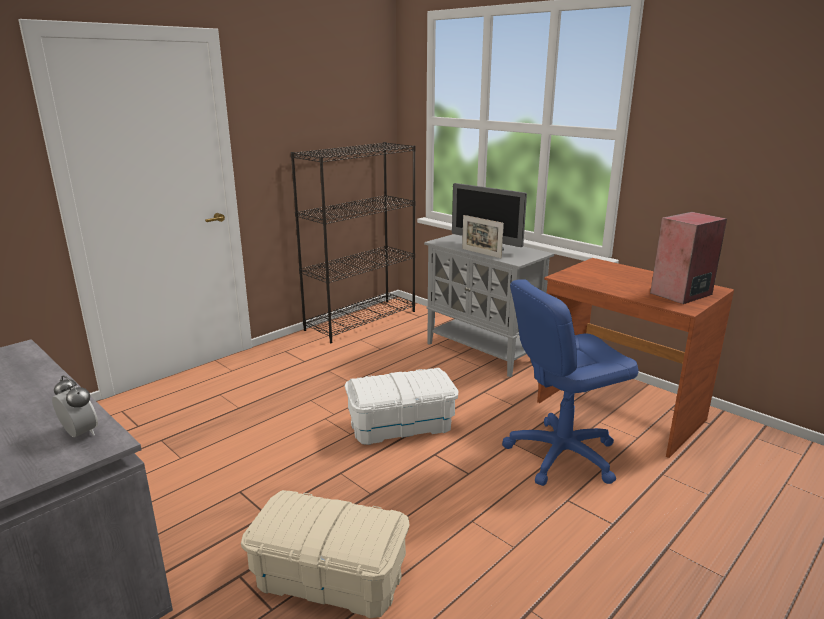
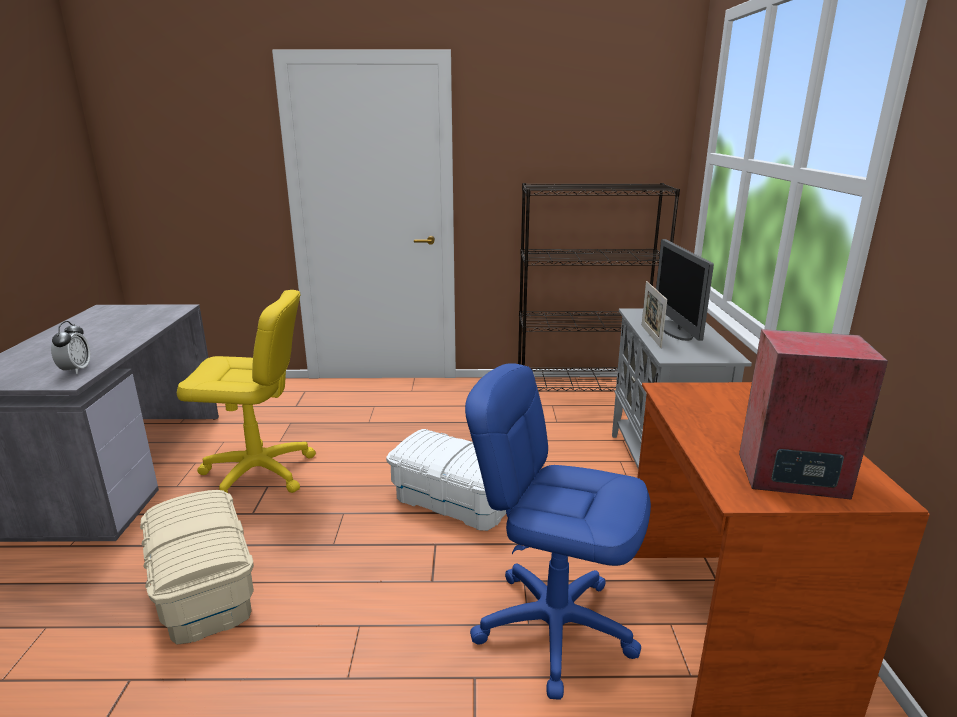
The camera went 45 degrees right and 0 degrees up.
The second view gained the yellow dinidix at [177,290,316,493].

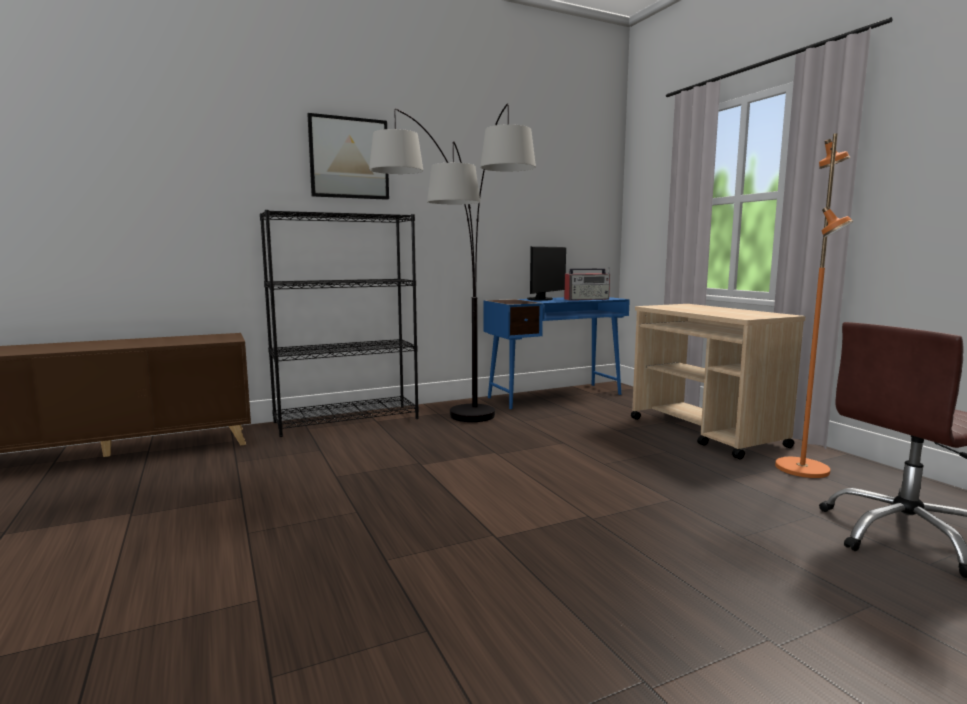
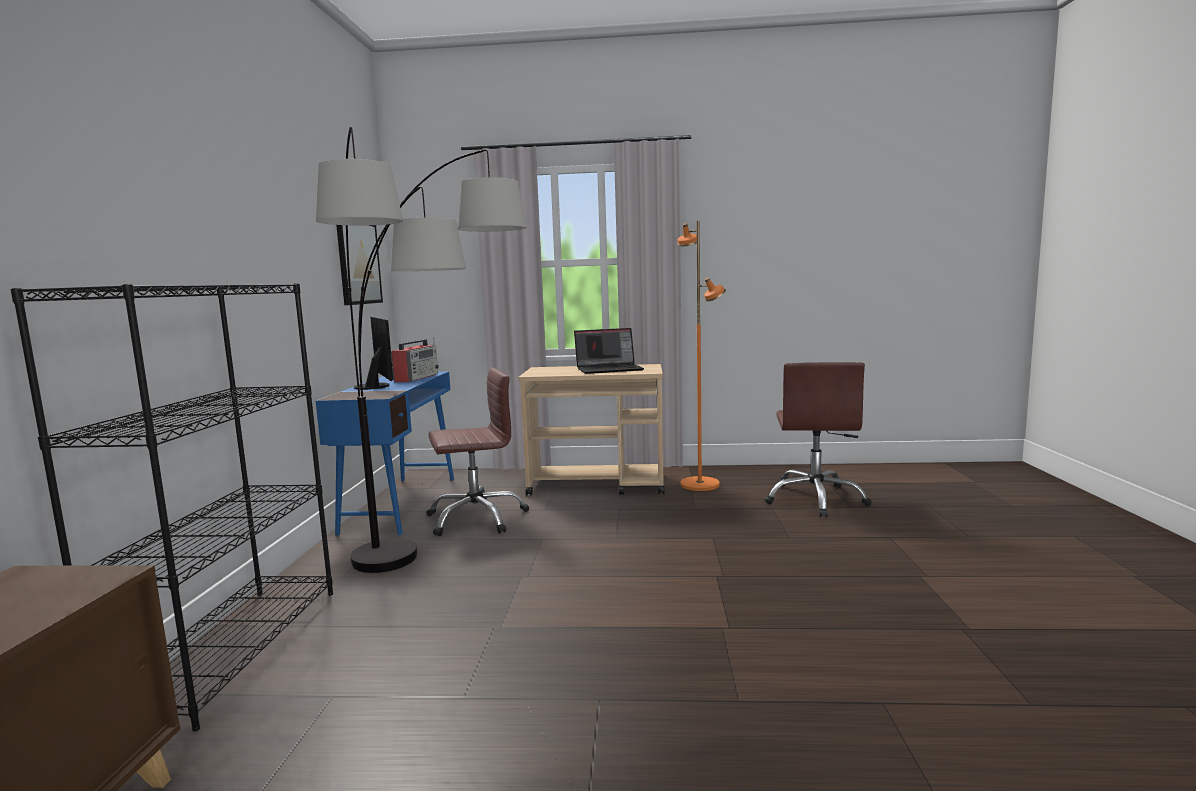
The camera went 60 degrees left and 0 degrees up.
The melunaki ended up elsewhere, having gone from [308,113,389,200] to [336,225,383,305].
The second view gained the brown dinidix at [426,368,529,536].
The second view gained the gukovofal at [574,328,644,374].

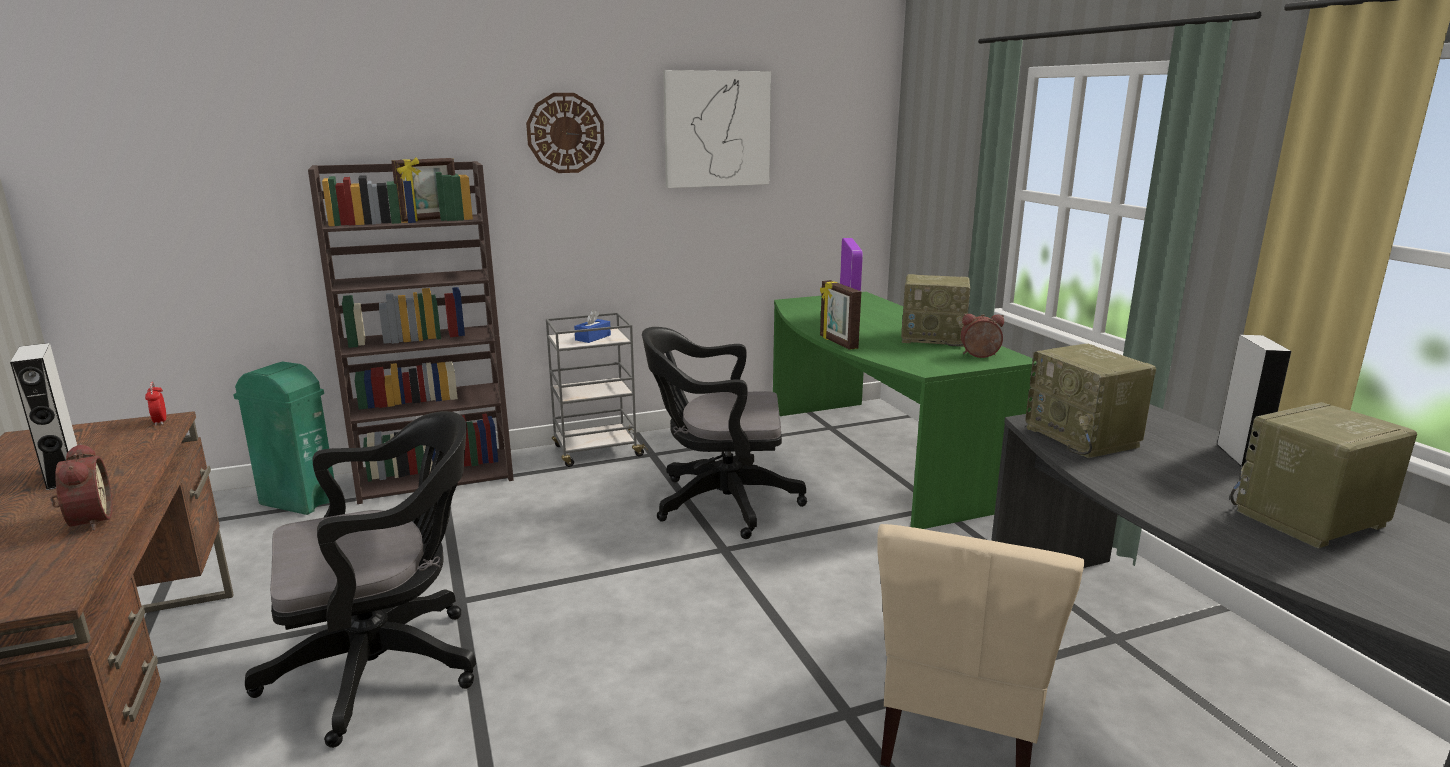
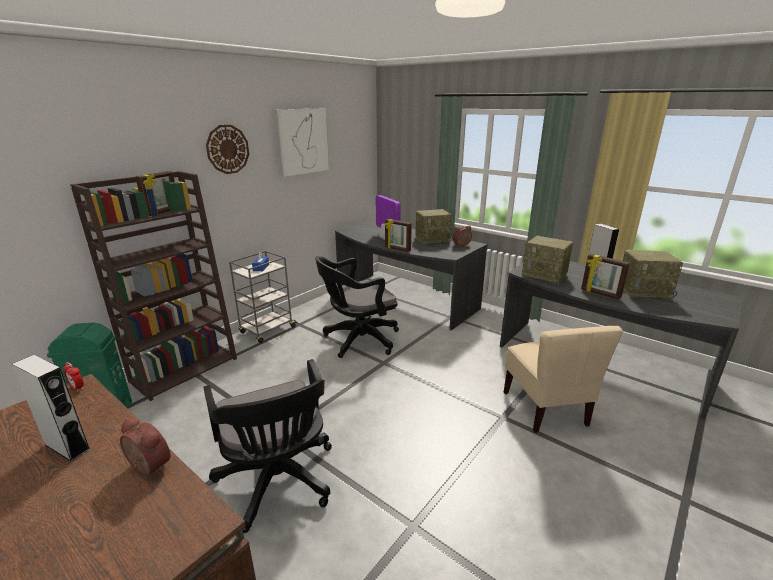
The camera went 30 degrees left and 5 degrees up.
The black dinidix at [245,411,476,748] ended up facing another way, 120 degrees clockwise from before.
What was the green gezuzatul at [773,292,1037,529] turned into the grey gezuzatul at [335,220,487,330].
The second view gained the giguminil at [581,254,630,300].
The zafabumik at [1230,402,1417,549] ended up facing another way, 120 degrees counterclockwise from before.

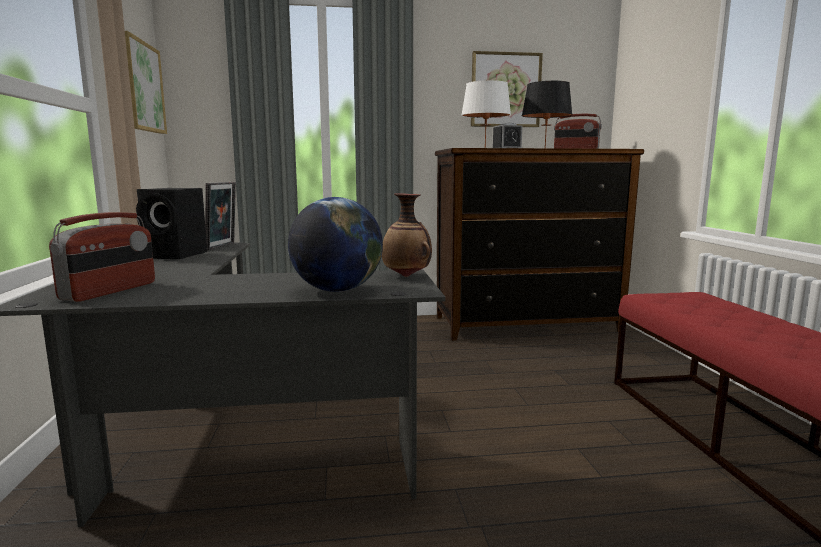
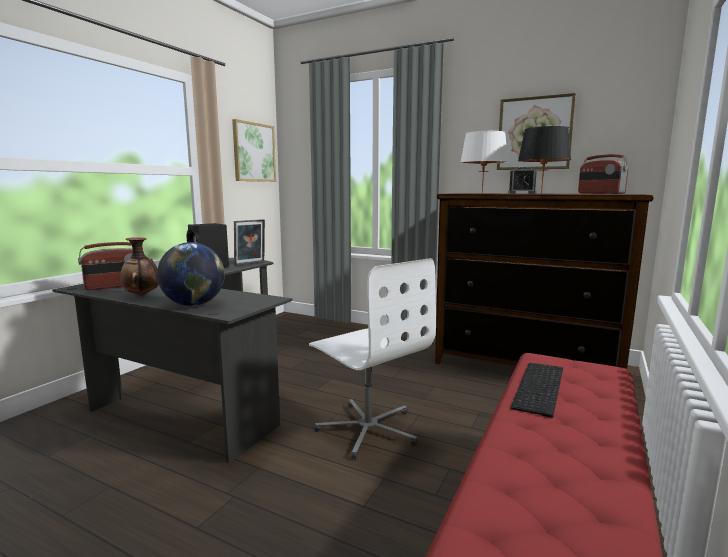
The camera went 35 degrees right and 0 degrees up.
The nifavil ended up elsewhere, having gone from [382,193,432,277] to [120,237,159,296].
The second view gained the white dinidix at [309,258,436,459].
The second view gained the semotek at [511,363,563,418].

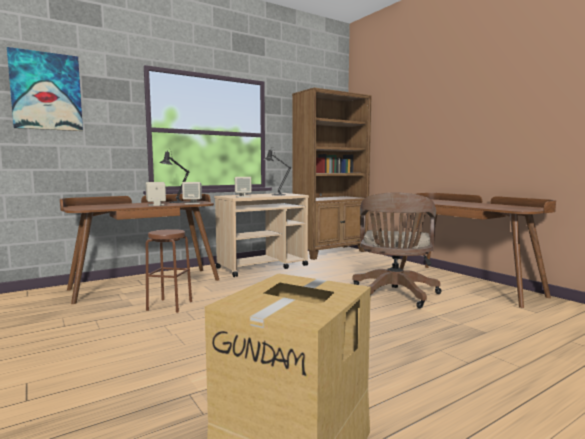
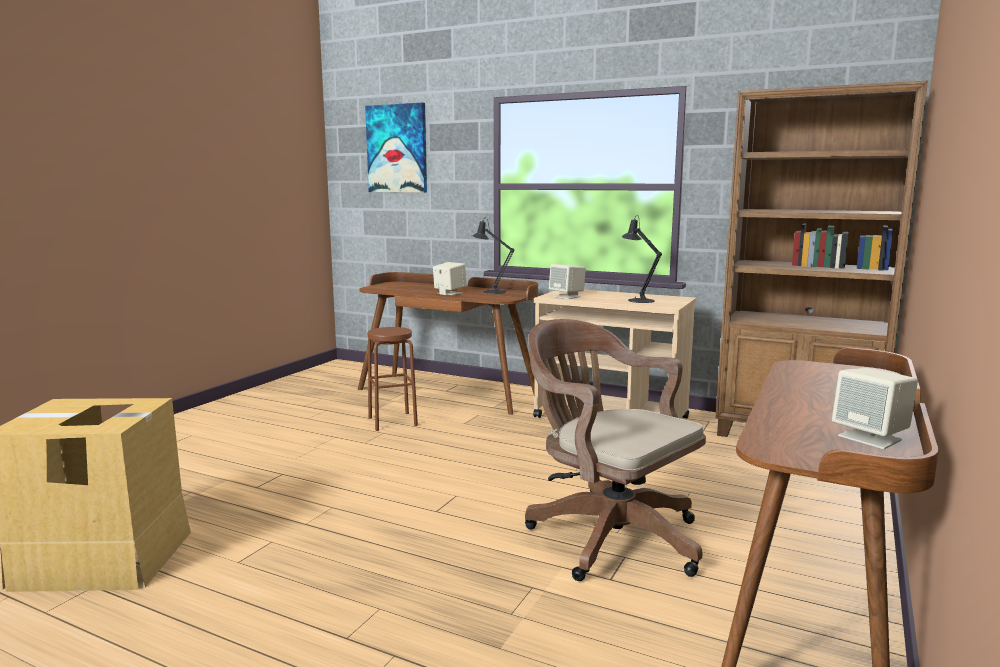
The camera went 60 degrees right and 5 degrees up.
The brown dinidix at [352,192,442,308] ended up facing another way, 60 degrees clockwise from before.
The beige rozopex ended up elsewhere, having gone from [182,182,202,204] to [832,368,918,449].

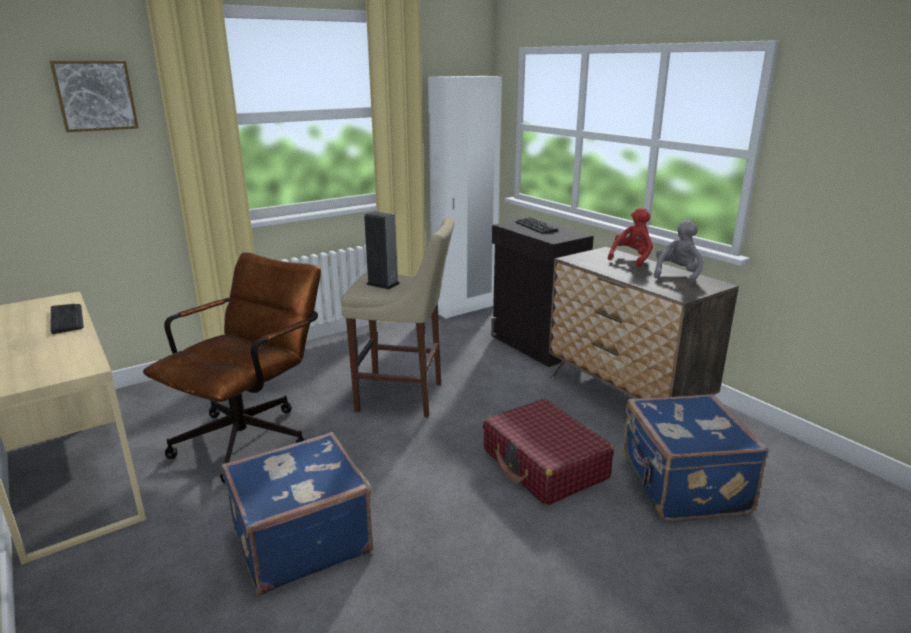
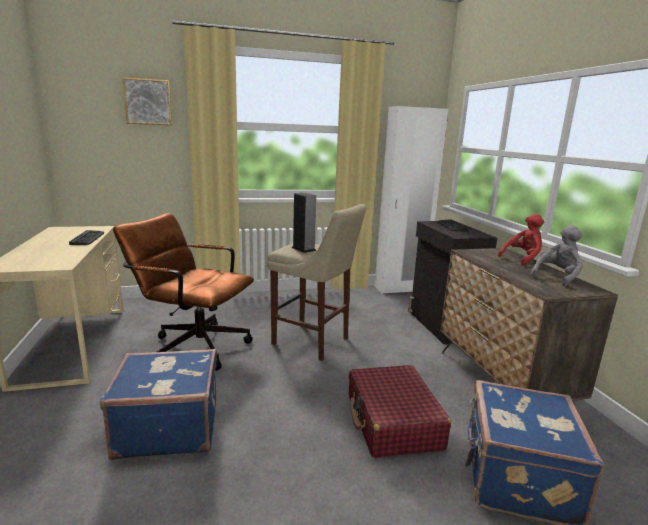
The camera went 20 degrees right and 5 degrees down.
The brown dinidix at [143,252,321,484] ended up facing another way, 120 degrees counterclockwise from before.

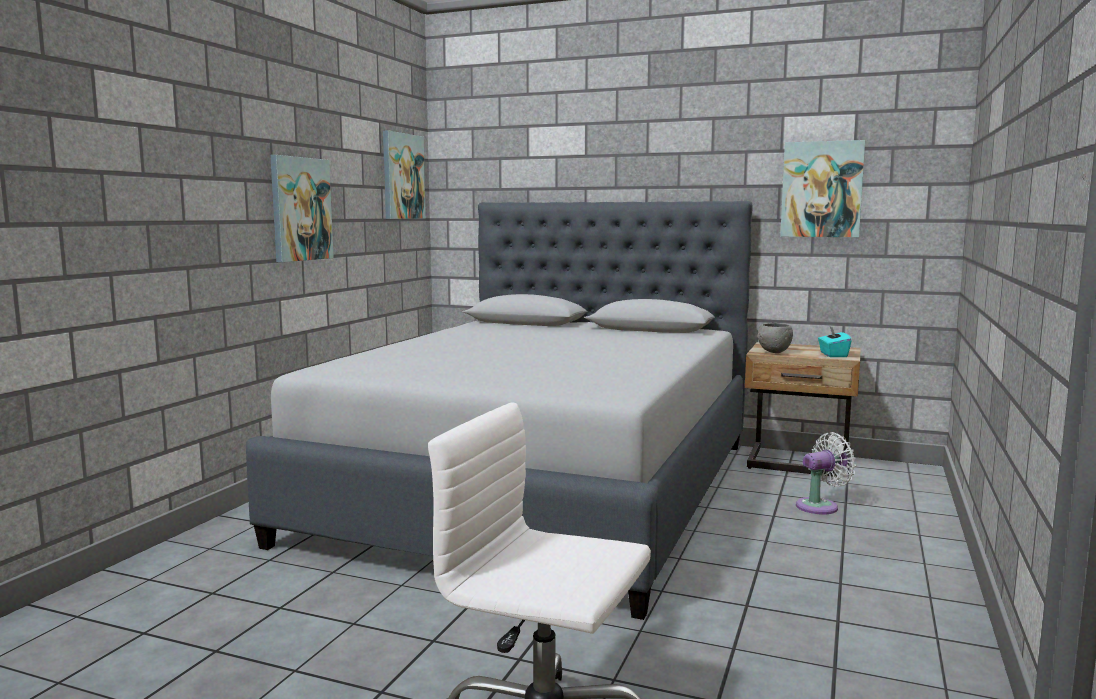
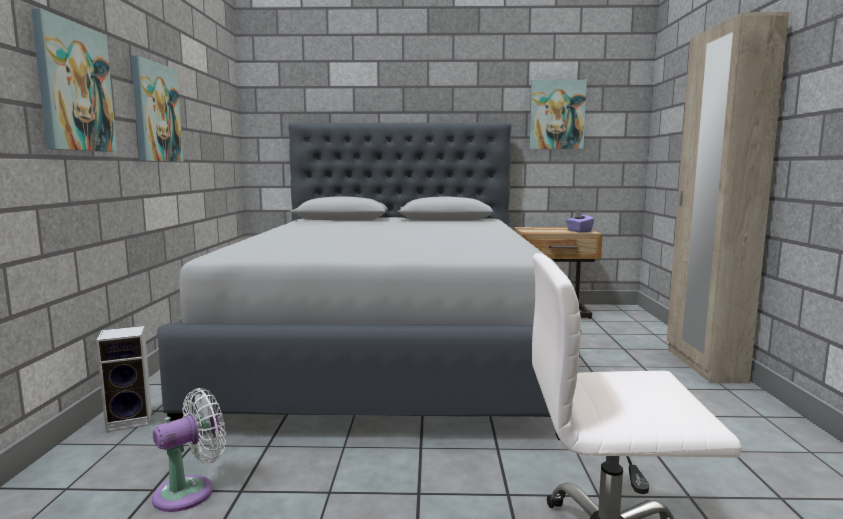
The camera went 20 degrees left and 0 degrees up.
The melunaki ended up elsewhere, having gone from [383,130,426,219] to [31,8,117,152].
The second view gained the rozopex at [96,326,152,432].
The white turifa ended up elsewhere, having gone from [796,432,856,514] to [152,388,226,512].
What was the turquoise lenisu at [818,326,852,357] turned into the purple lenisu at [566,211,594,232].
The second view gained the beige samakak at [667,12,789,383].
The second view lost the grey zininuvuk at [757,323,793,353].

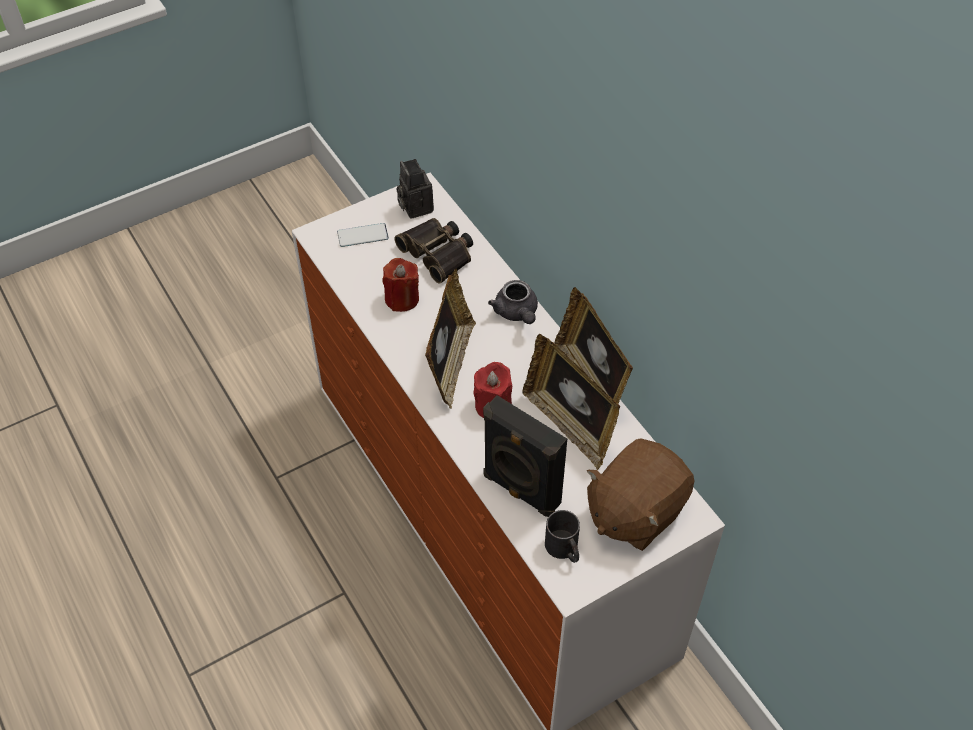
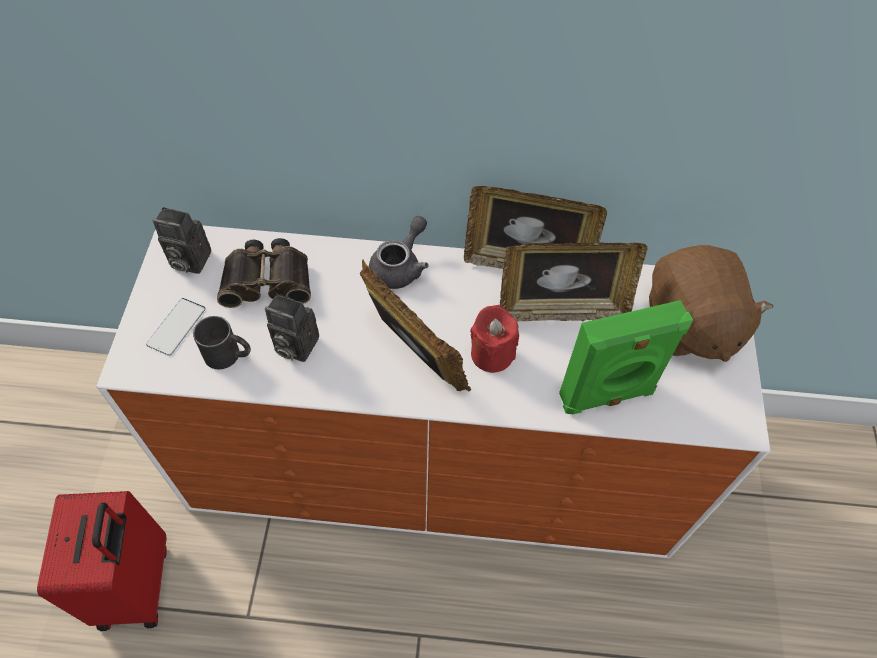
The camera went 55 degrees left and 5 degrees up.
The second view gained the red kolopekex at [37,491,167,631].
The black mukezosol ended up elsewhere, having gone from [545,510,580,563] to [193,316,251,369].
Where the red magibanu stood at [382,258,419,312], the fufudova came to stand at [265,293,319,362].
The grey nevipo at [488,280,538,324] ended up facing another way, 75 degrees counterclockwise from before.
What was the black rozopex at [483,395,567,517] turned into the green rozopex at [559,300,693,414].

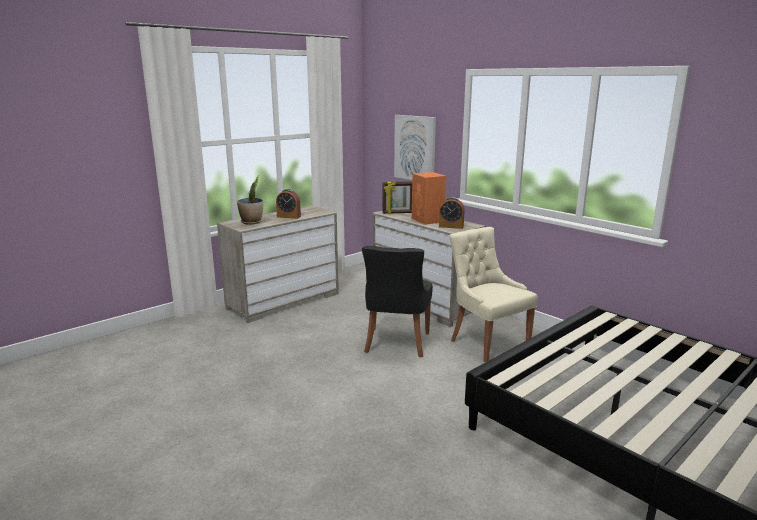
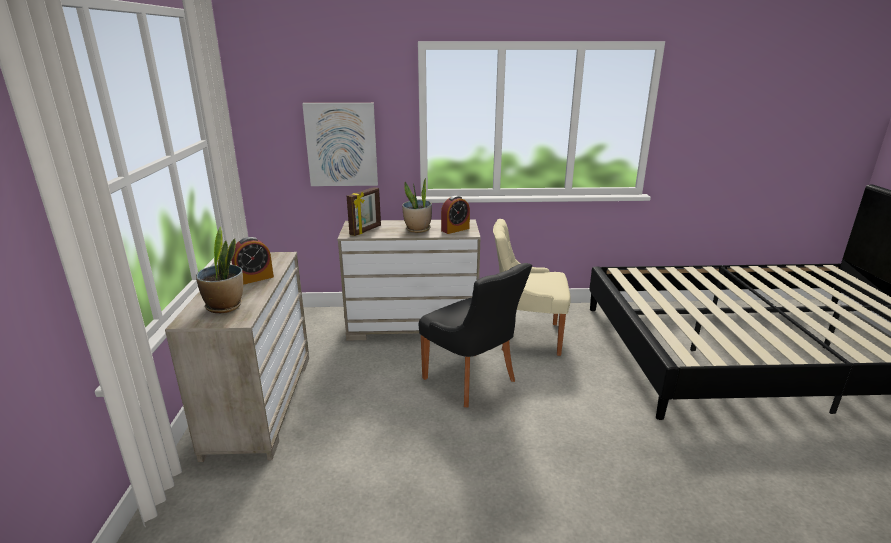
The camera went 50 degrees left and 5 degrees up.
Where the orange rozopex stood at [412,172,446,225], the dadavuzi came to stand at [402,178,432,233].

